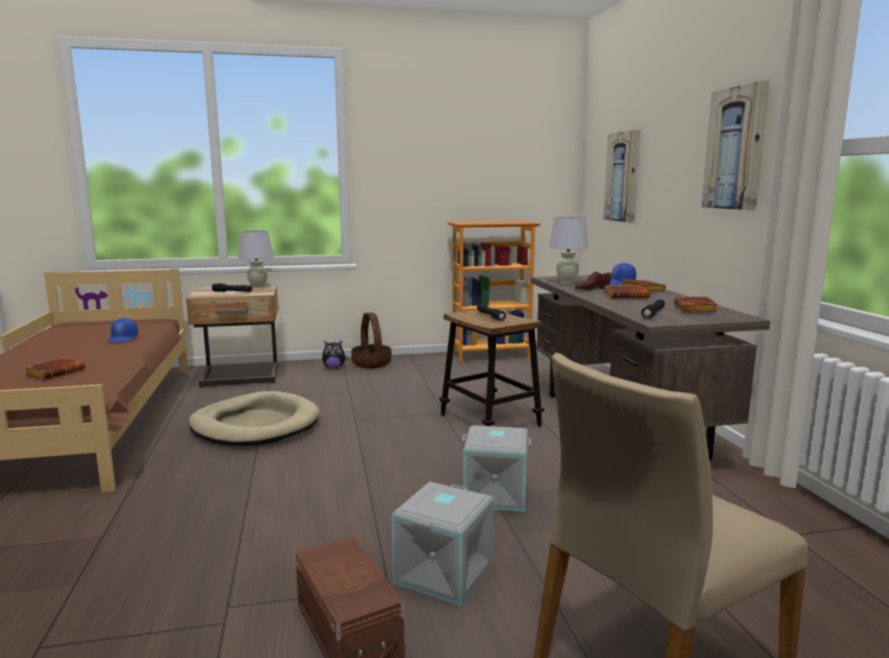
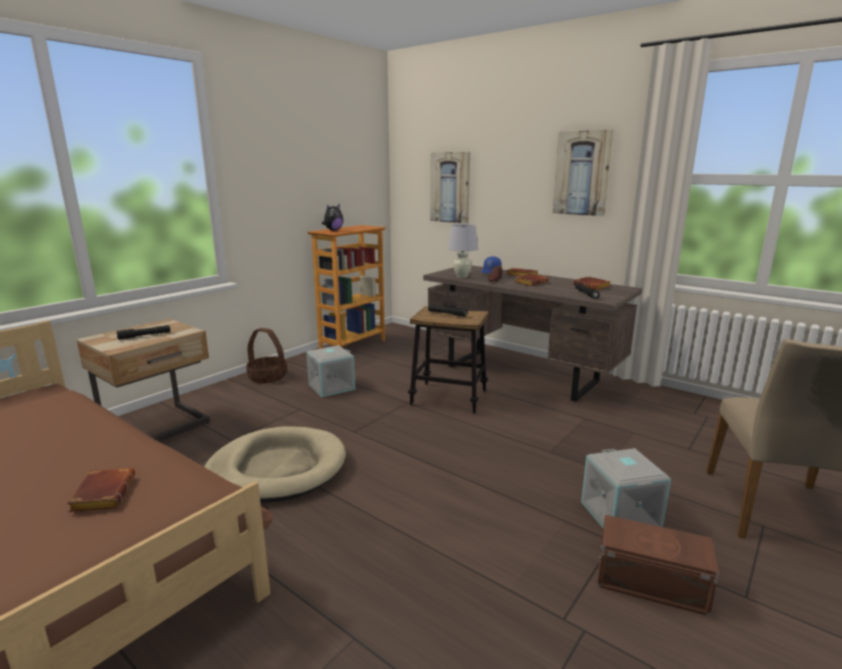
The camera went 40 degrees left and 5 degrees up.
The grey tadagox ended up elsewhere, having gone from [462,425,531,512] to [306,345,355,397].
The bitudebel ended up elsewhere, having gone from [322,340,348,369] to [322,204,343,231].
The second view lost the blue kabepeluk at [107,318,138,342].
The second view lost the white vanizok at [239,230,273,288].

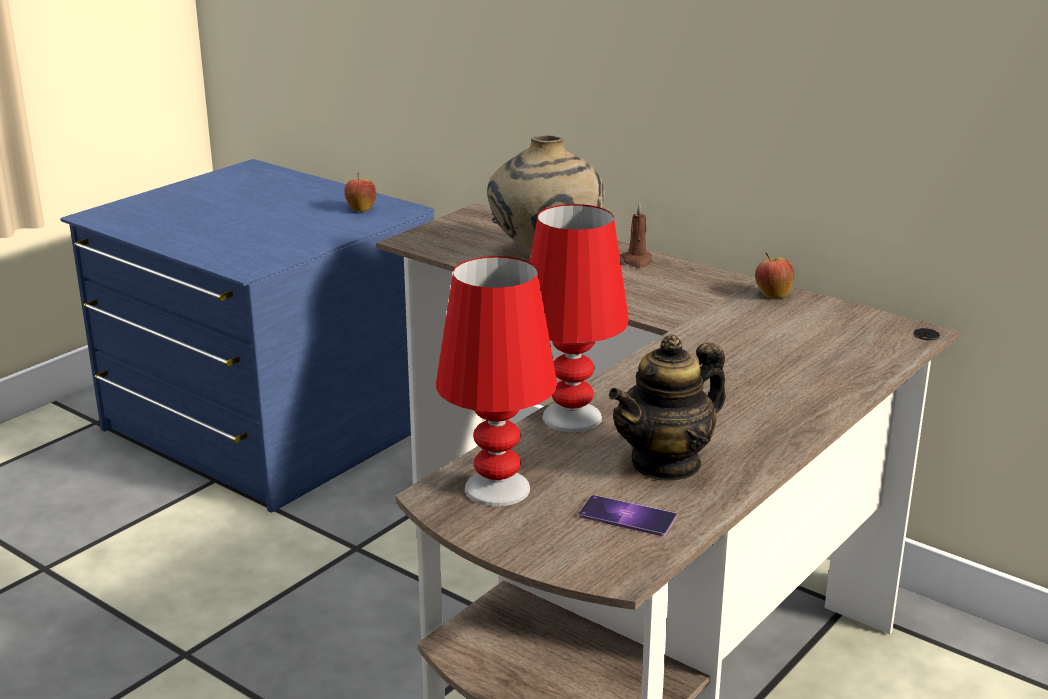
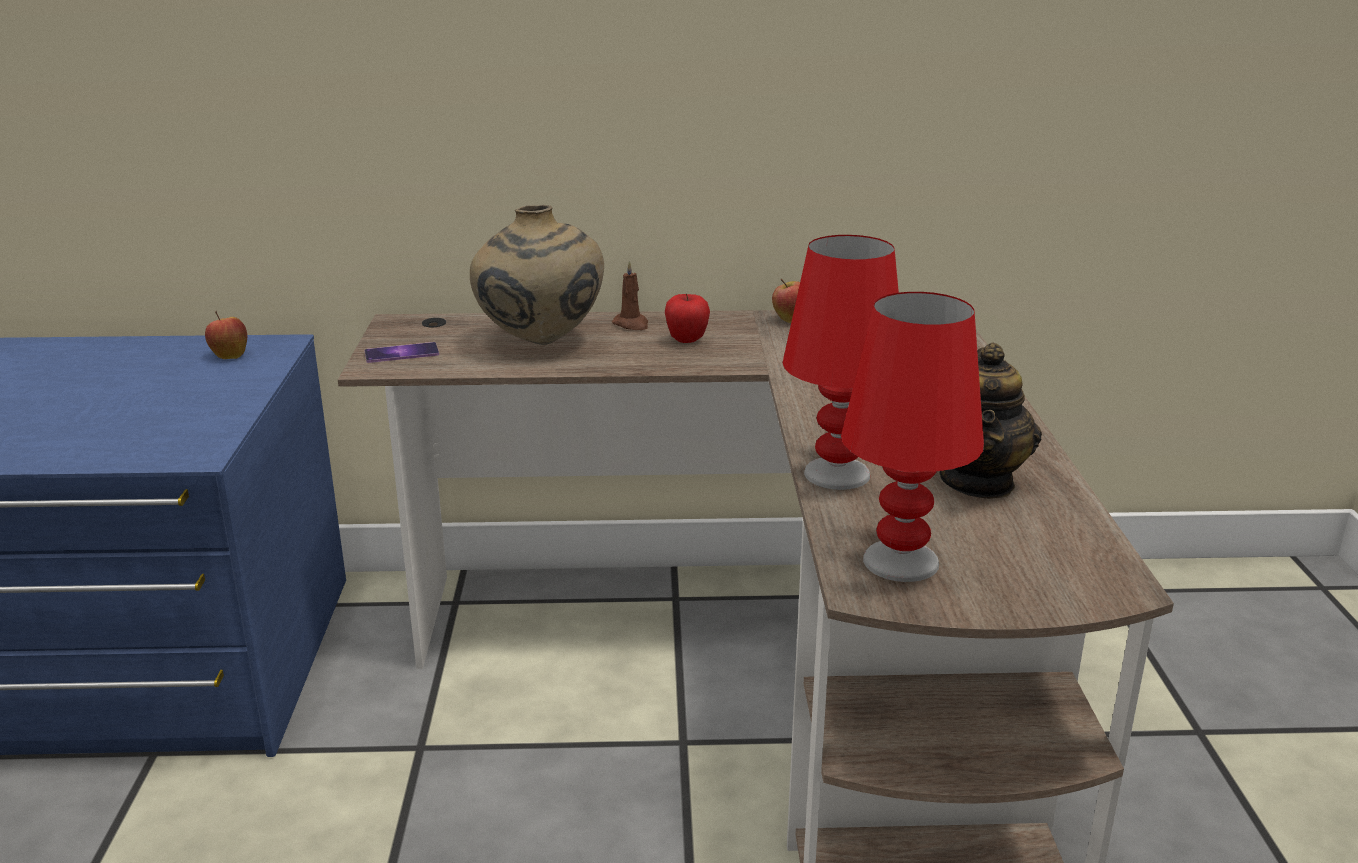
The camera went 40 degrees left and 0 degrees up.
The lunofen ended up elsewhere, having gone from [578,495,677,536] to [365,342,439,363].
The second view gained the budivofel at [665,293,710,343].

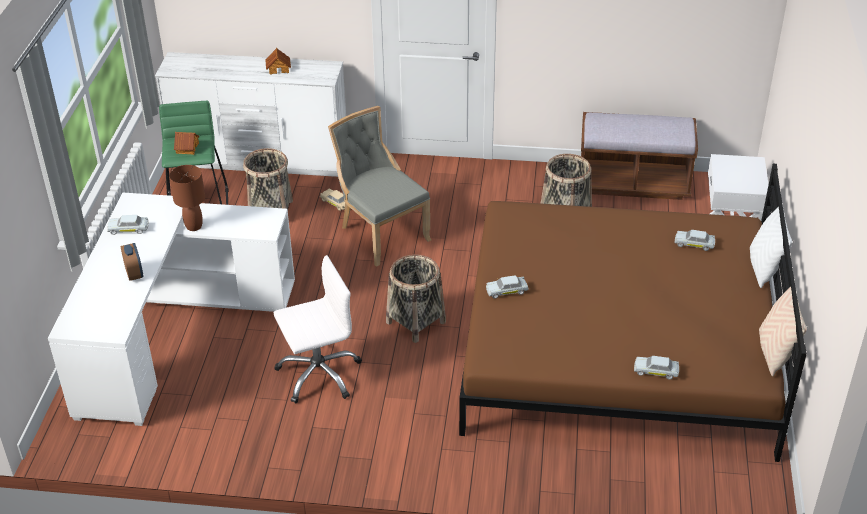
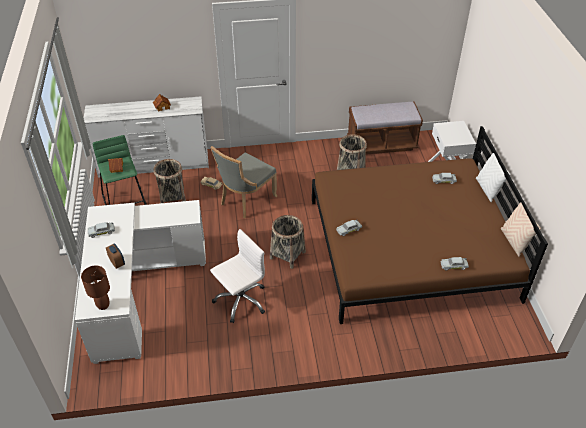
The camera went 15 degrees left and 5 degrees up.
The brown vanizok ended up elsewhere, having gone from [169,165,205,231] to [81,265,110,310].
The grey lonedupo at [328,106,431,267] ended up facing another way, 90 degrees counterclockwise from before.

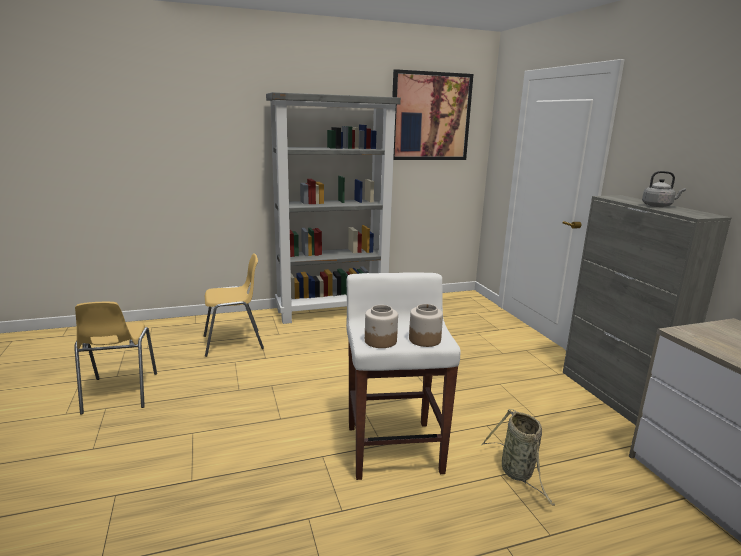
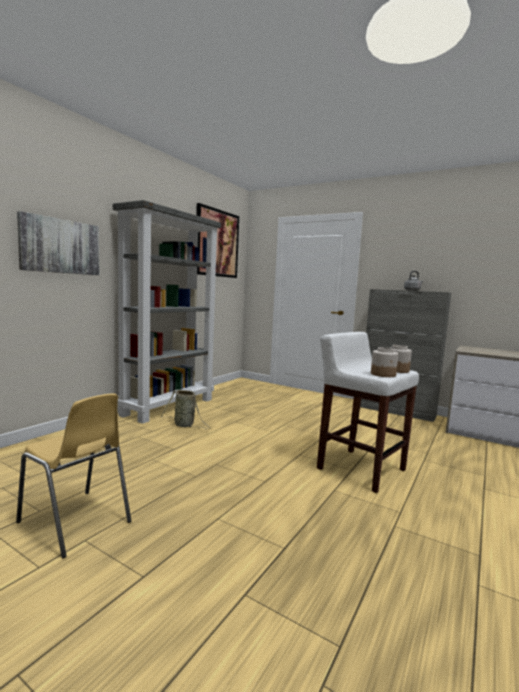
The camera went 40 degrees left and 10 degrees down.
The second view gained the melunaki at [17,211,99,275].
The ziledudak ended up elsewhere, having gone from [481,409,555,506] to [161,390,210,429].
The second view lost the yellow lonedupo at [204,253,264,357].

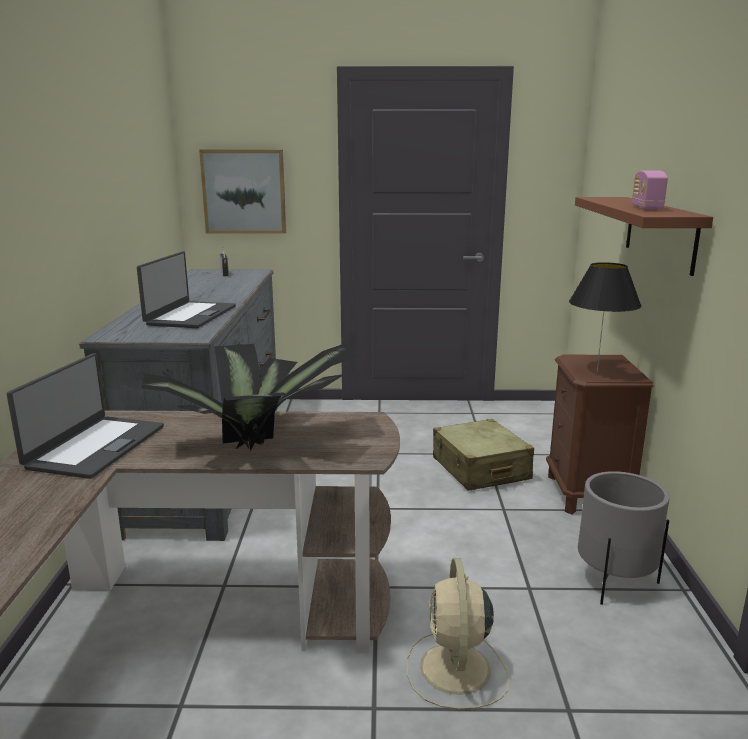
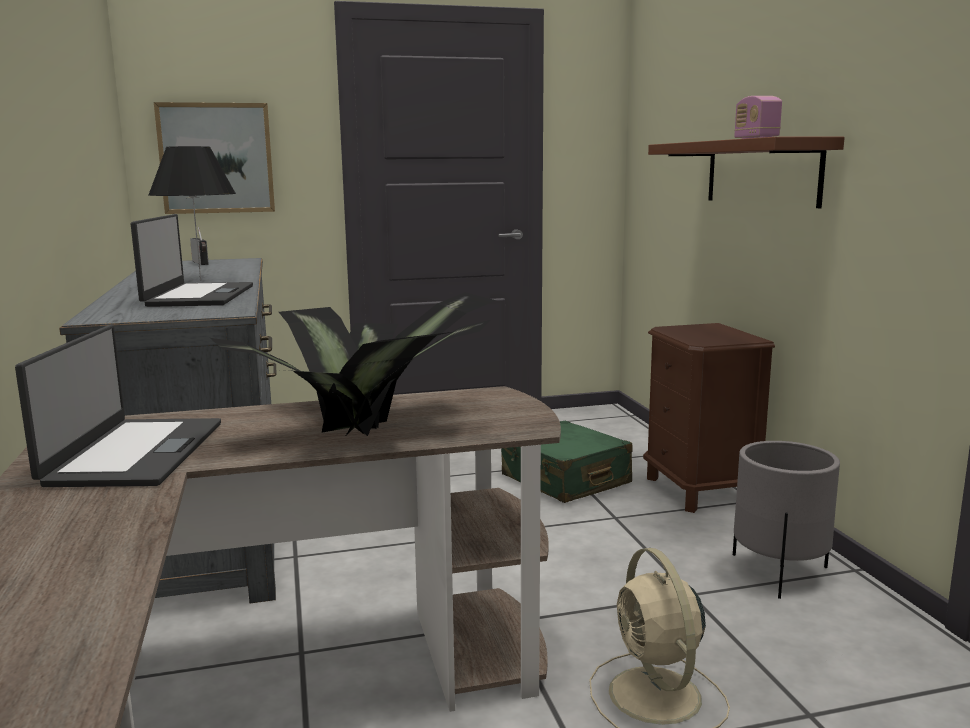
The camera went 15 degrees left and 5 degrees down.
The black vanizok ended up elsewhere, having gone from [569,262,641,372] to [148,146,236,281].
What was the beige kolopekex at [433,419,534,491] turned into the green kolopekex at [501,421,632,503].

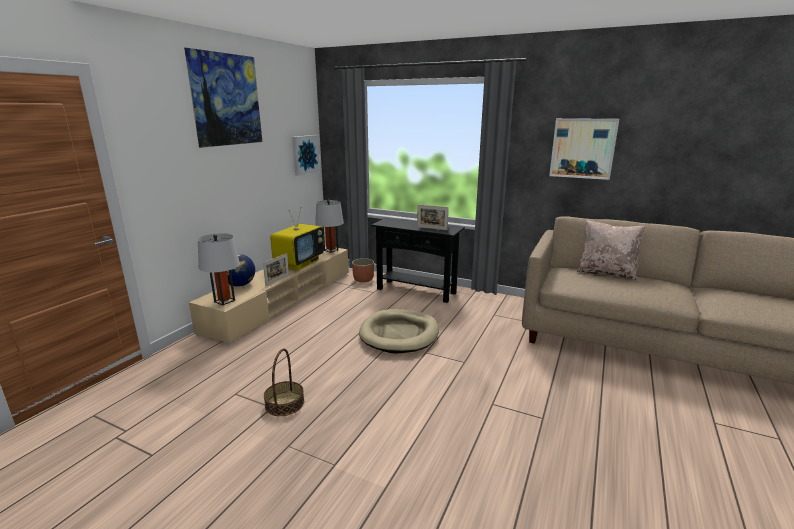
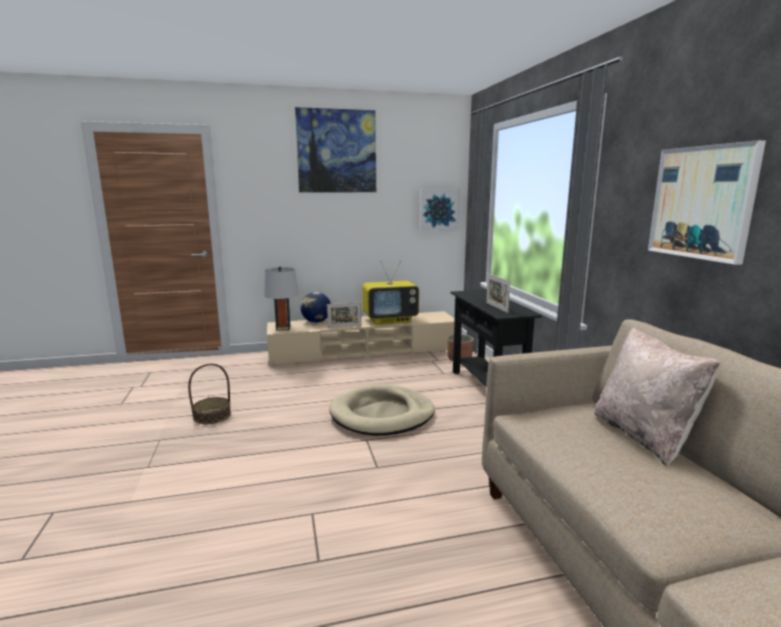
The camera went 50 degrees right and 5 degrees down.
The second view lost the grey vanizok at [315,200,344,253].

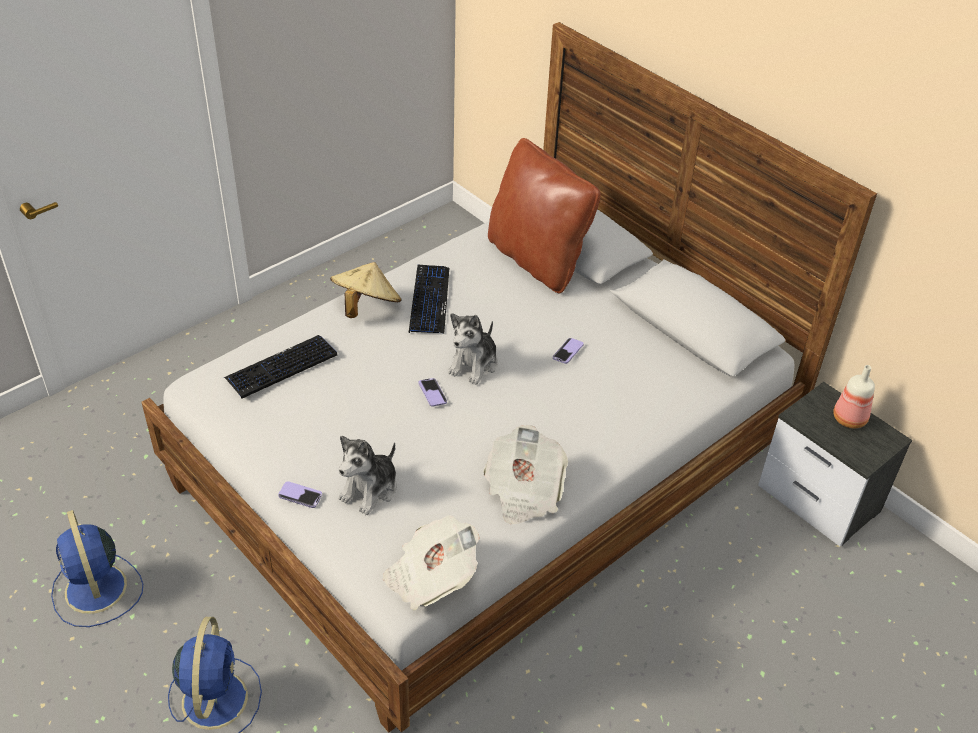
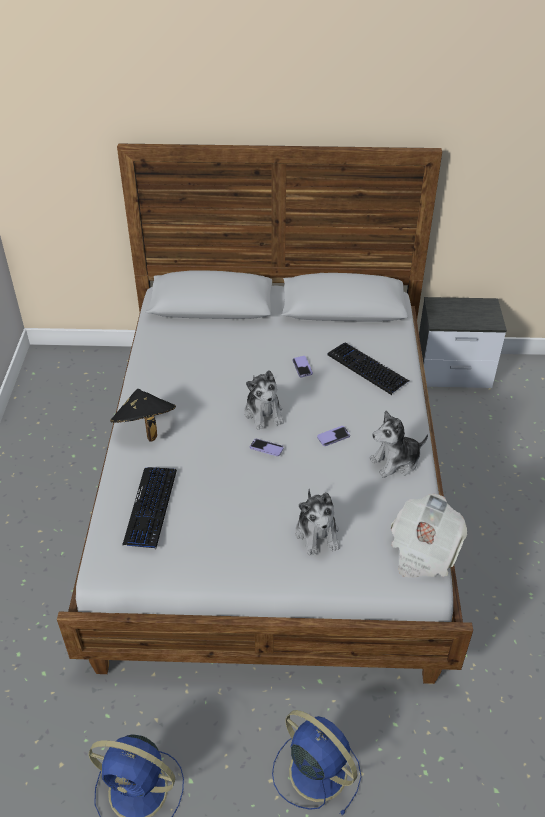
The camera went 45 degrees left and 0 degrees up.
What was the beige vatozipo at [330,262,402,318] turned into the black vatozipo at [110,389,176,442].
The lunofen ended up elsewhere, having gone from [278,481,322,508] to [317,426,350,446].
The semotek ended up elsewhere, having gone from [409,264,449,334] to [328,342,409,395].
Where the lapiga stood at [483,425,568,525], the bitudebel came to stand at [369,410,428,478].
The second view lost the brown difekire at [488,138,601,293].
The second view lost the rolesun at [833,365,875,428].

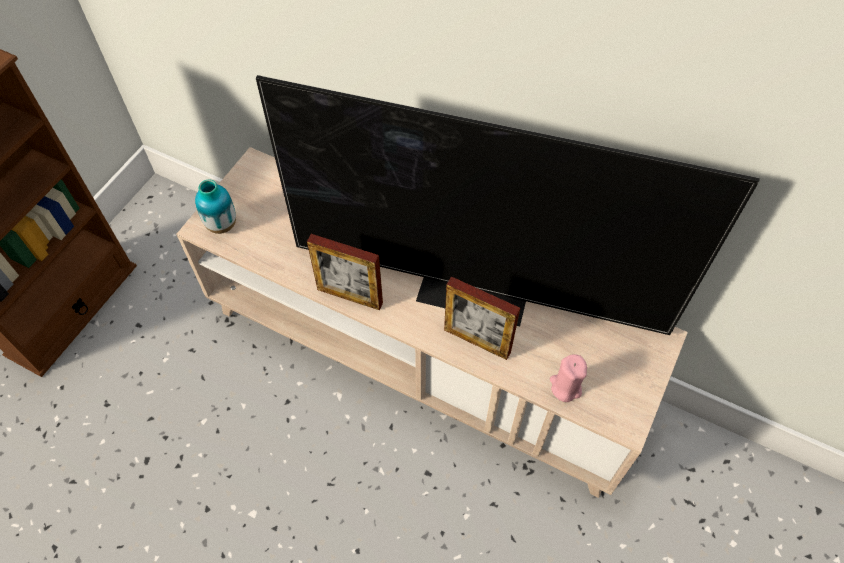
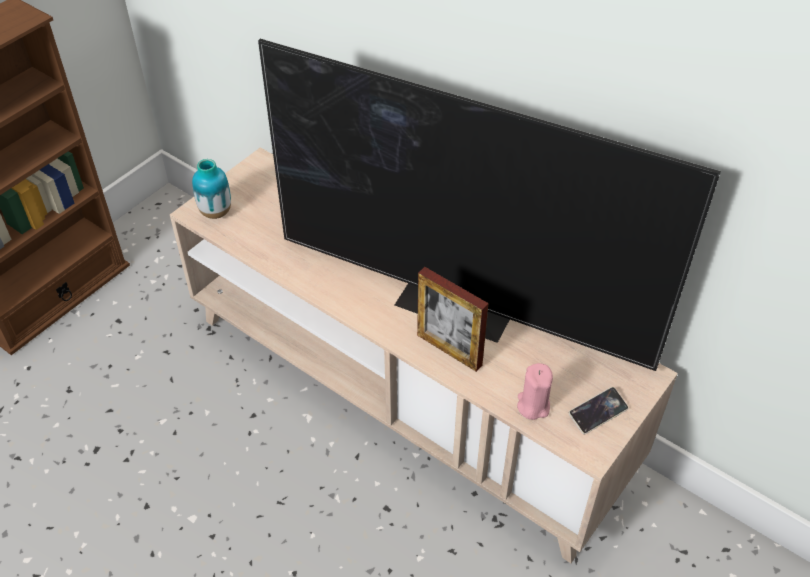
The camera went 10 degrees right and 10 degrees down.
The second view gained the lunofen at [569,387,629,434].
The second view lost the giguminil at [307,234,383,310].

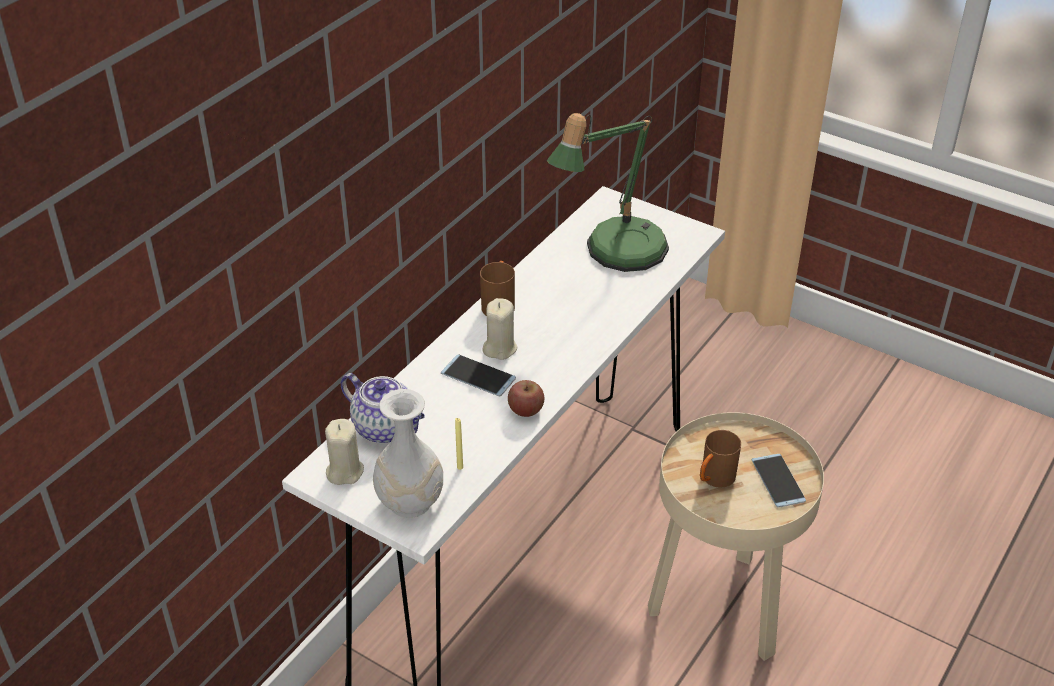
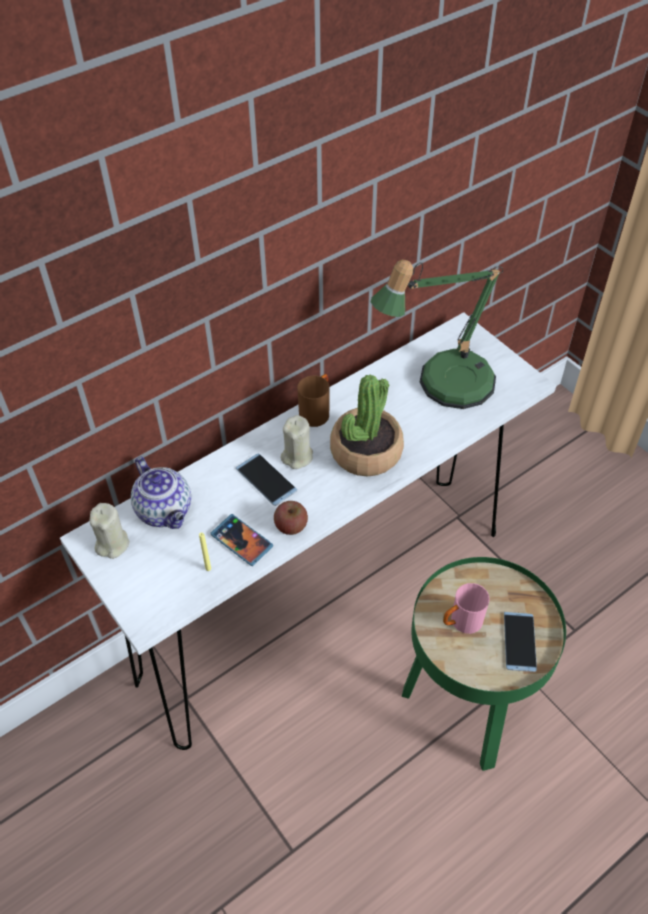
The camera went 20 degrees right and 10 degrees up.
The second view gained the lunofen at [210,514,273,566].
The second view gained the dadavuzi at [330,375,404,476].
What was the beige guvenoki at [648,412,824,661] turned into the green guvenoki at [402,557,566,771].
What was the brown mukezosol at [700,430,741,488] turned into the pink mukezosol at [443,583,489,634].
The second view lost the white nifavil at [373,389,443,518].

